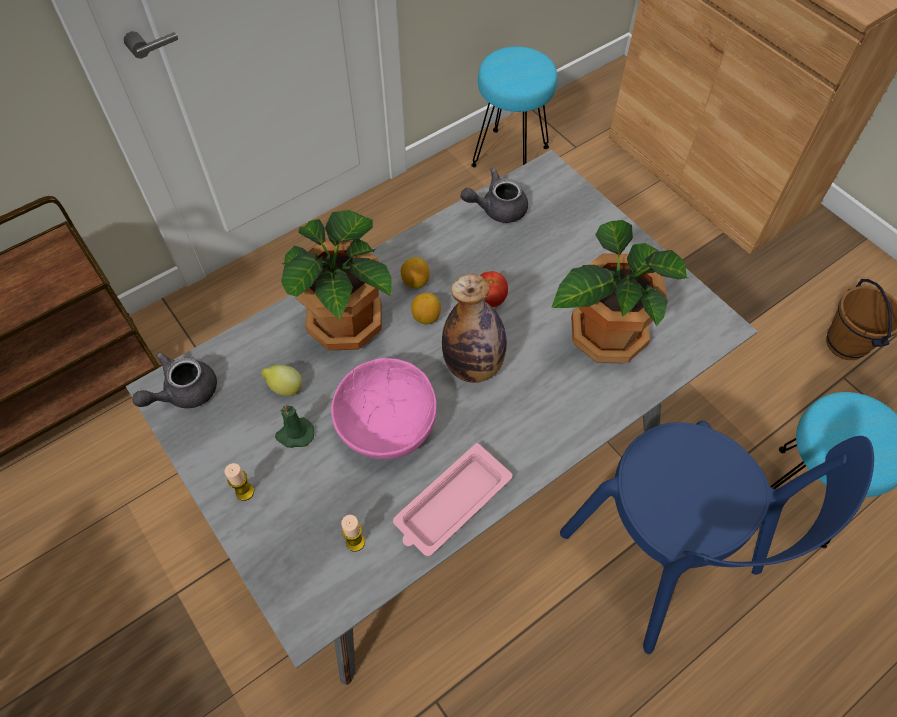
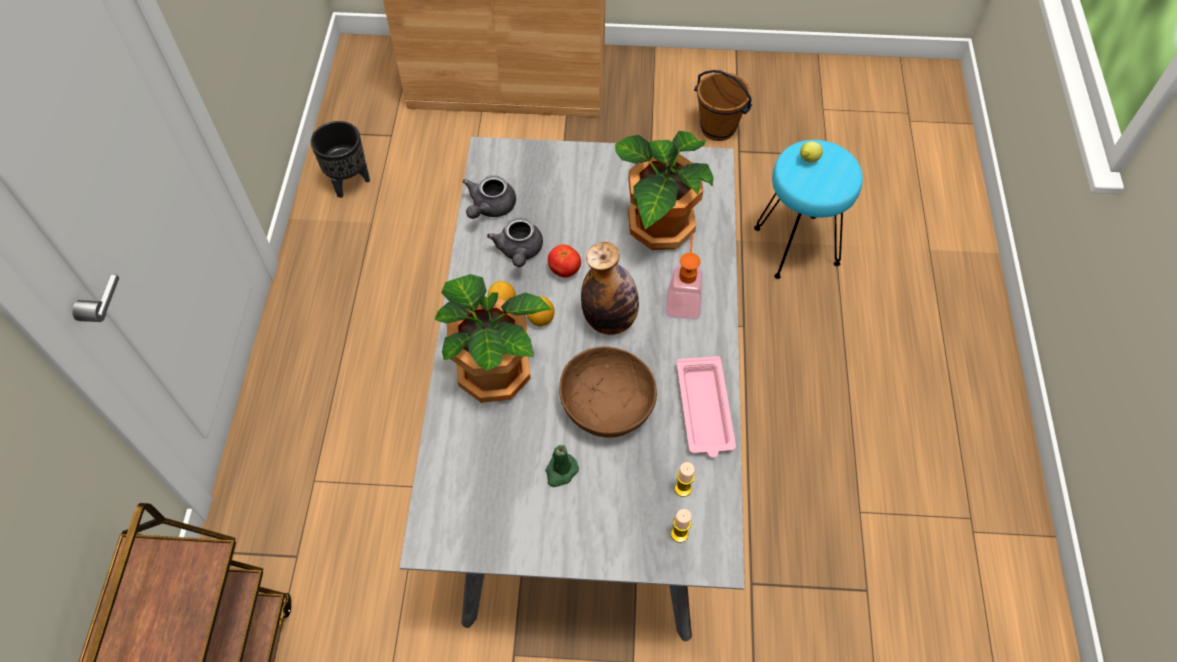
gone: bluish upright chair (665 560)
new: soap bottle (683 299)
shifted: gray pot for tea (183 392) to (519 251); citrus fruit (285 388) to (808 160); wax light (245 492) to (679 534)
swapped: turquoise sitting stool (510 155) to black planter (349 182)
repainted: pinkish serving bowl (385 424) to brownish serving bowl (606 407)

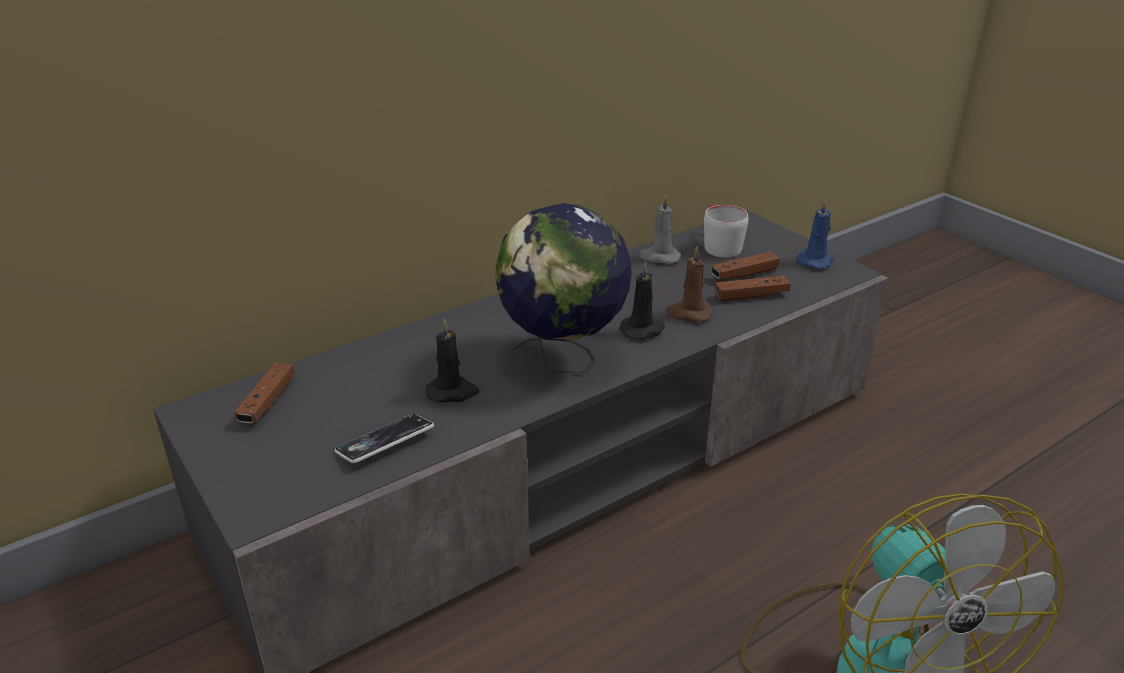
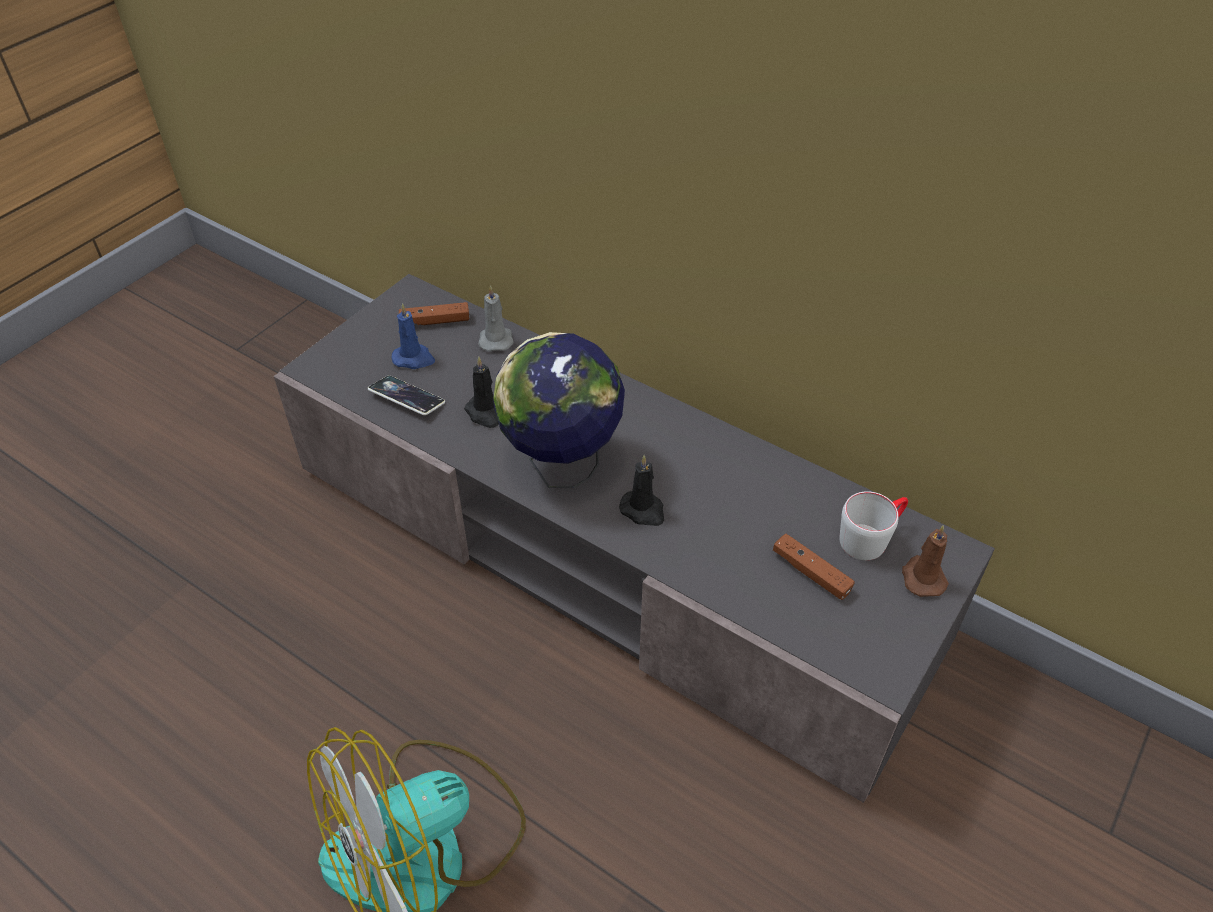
gone: brownish game controller (751 296)
shifted: gray wax light (659 257) to (496 339); bluish wax light (815 261) to (414 359); brownish wax light (688 313) to (922 577)

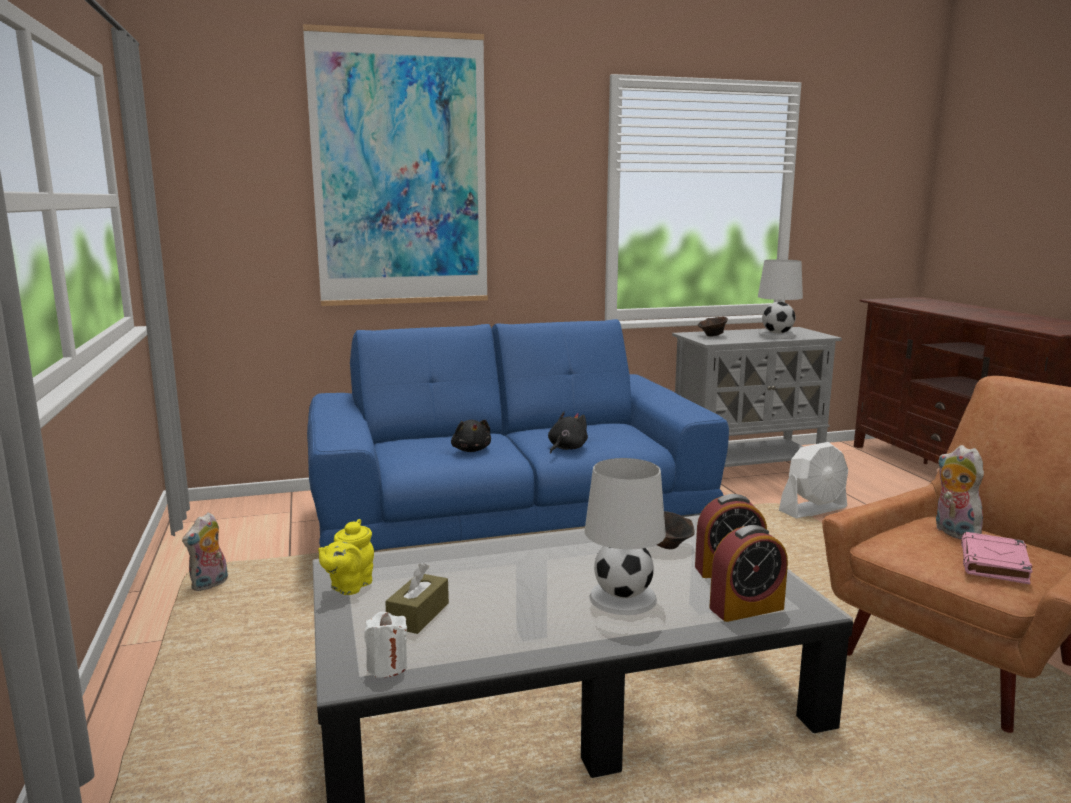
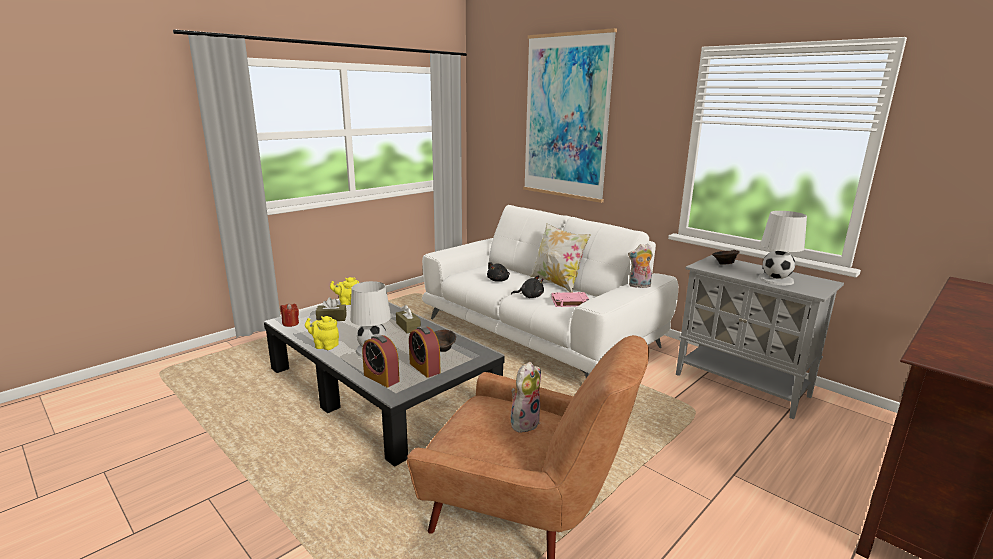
gone: white cooling fan (813 509)
new: cushion (557 283); brownish tissue box (408 327); yellow pot for tea (324 346)
shifted: plush toy (210 585) to (639 286); pinkish bound book (994 564) to (569 302)
repainted: bluish settee (509 520) to white settee (540 333); white wax light (387 666) to reddish wax light (290 323)

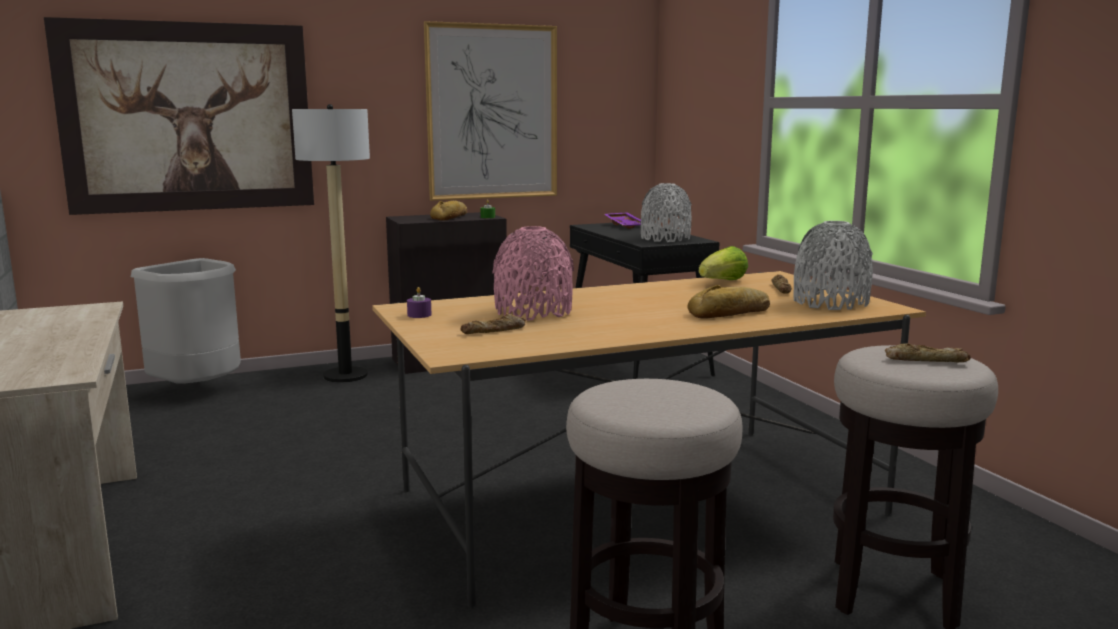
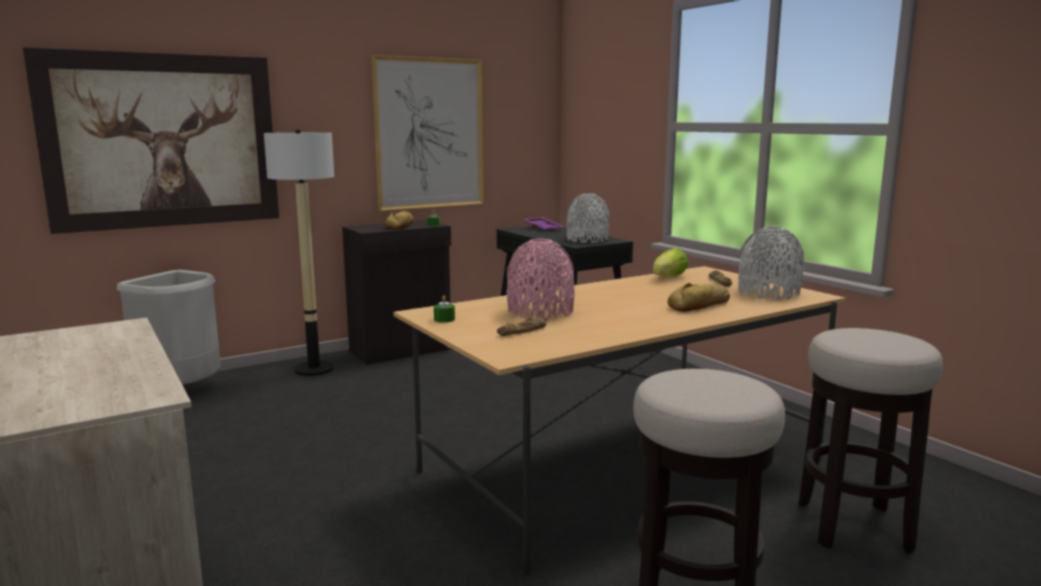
gone: baked bread (926 360)
repainted: purplish wax light (419 315) to green-coloured wax light (444 319)

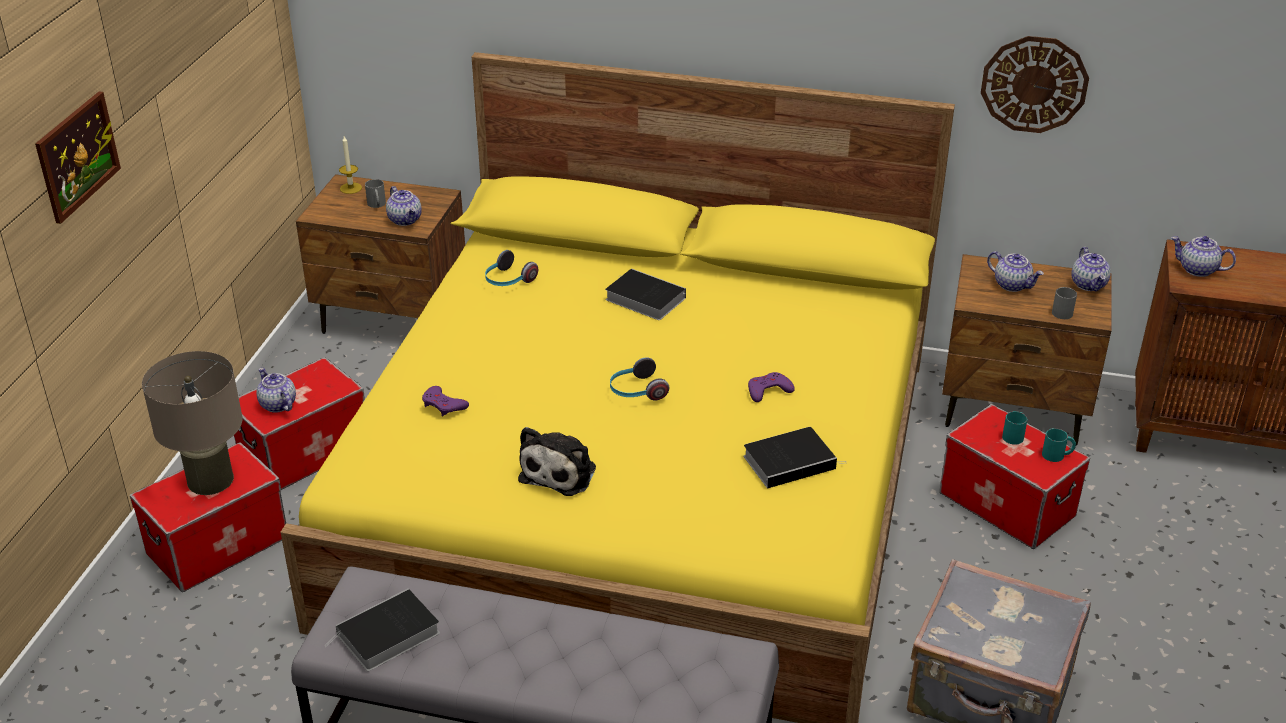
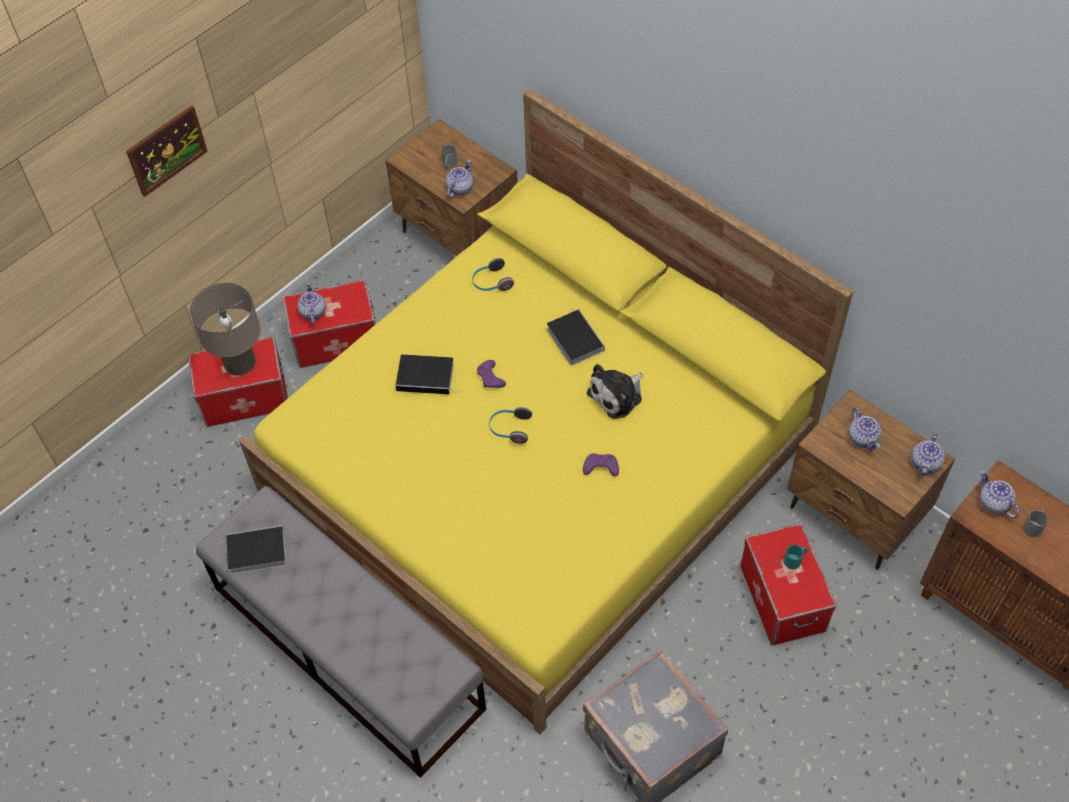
gone: hanging clock (1034 84); wax light (351 188); turquoise tea mug (1057 455)
shifted: gray tea mug (1061 310) to (1034 526); purplish game controller (443 405) to (490 377); plush toy (560 471) to (617 395); bound book (791 461) to (427 377)
rotated: pot for tea (405 220) = (459 188) 150 degrees counterclockwise

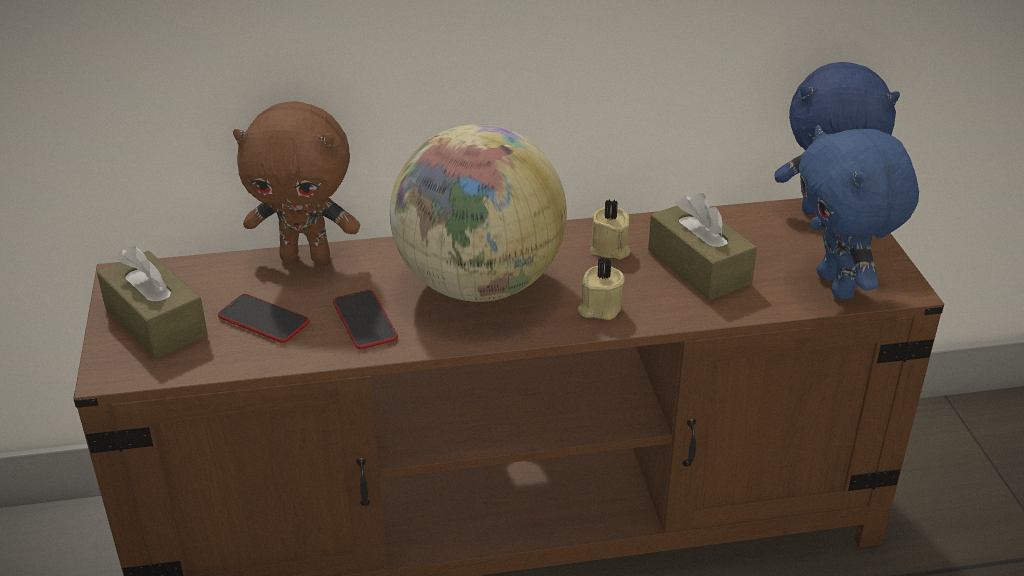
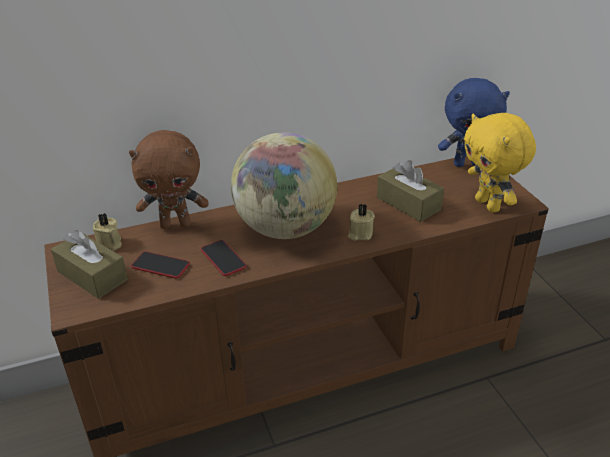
shifted: beige-coloured wax light (610 249) to (109 244)
repainted: bluish plush toy (838 286) to yellow plush toy (489 205)

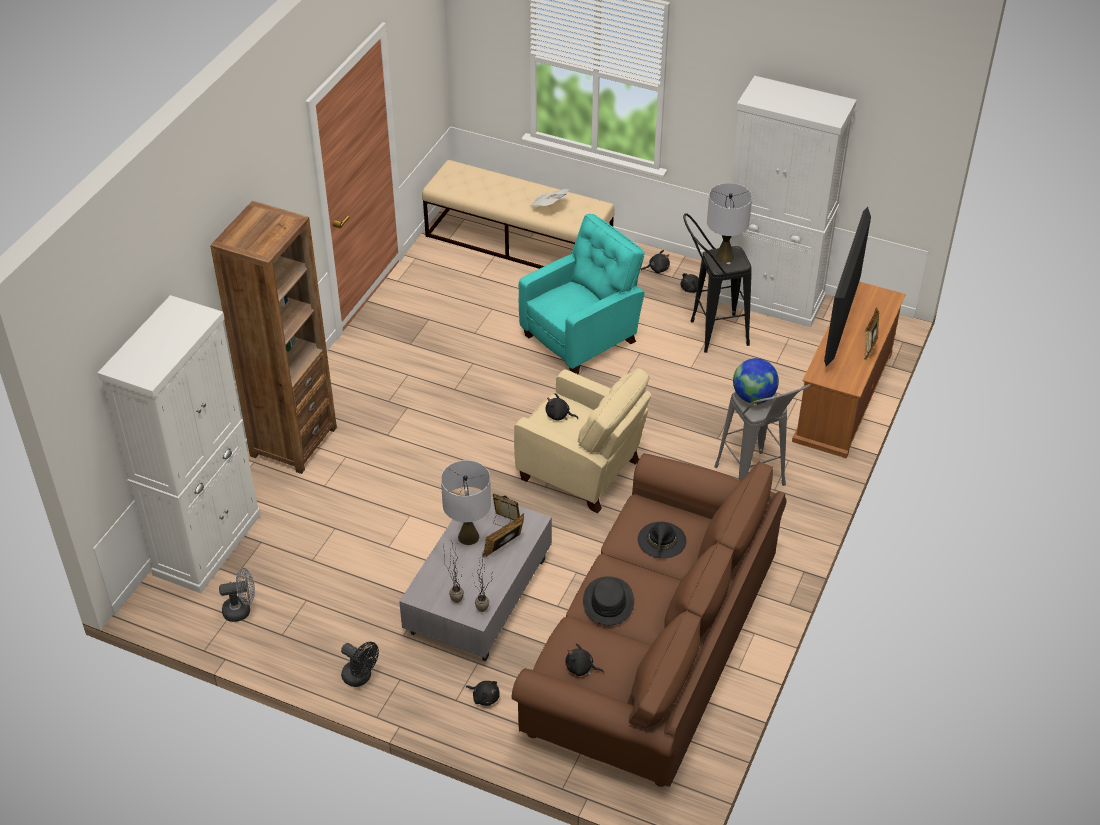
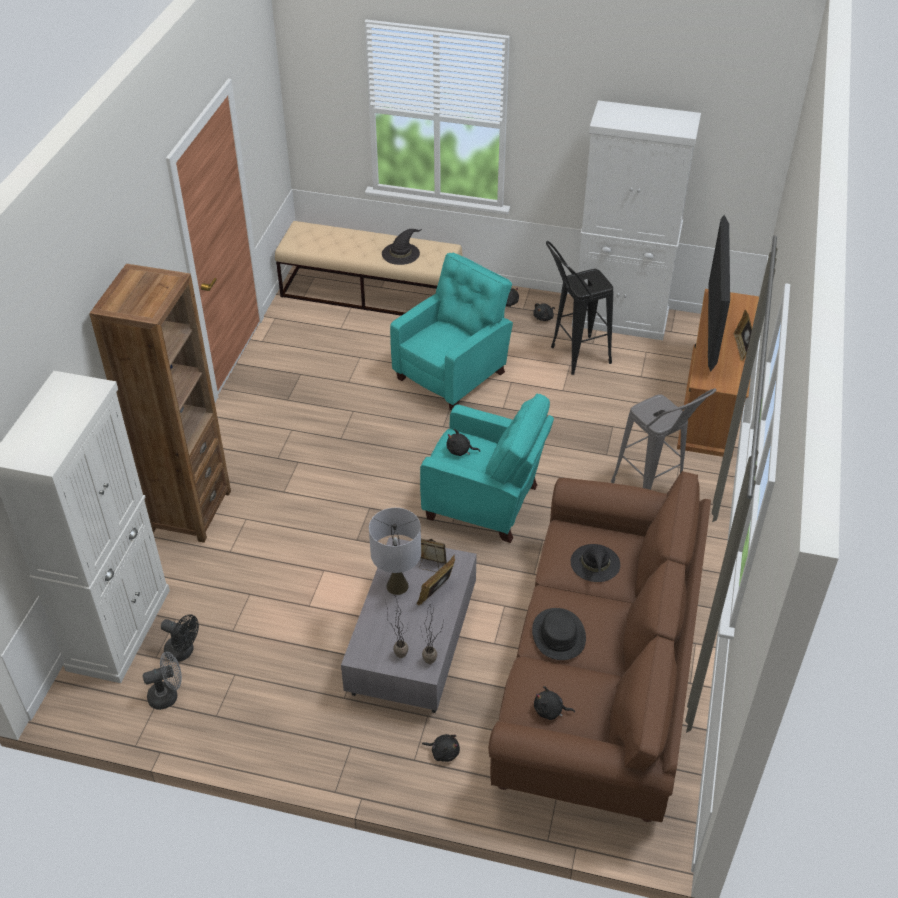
gone: gray lamp for a table (724 256); world globe (753 397)
shifted: black cooling fan (360 677) to (183 652)
swapped: printed paper (549 206) to black wearable hat (401 253)
repainted: beige-coloured lounge chair (582 471) to turquoise lounge chair (485 503)

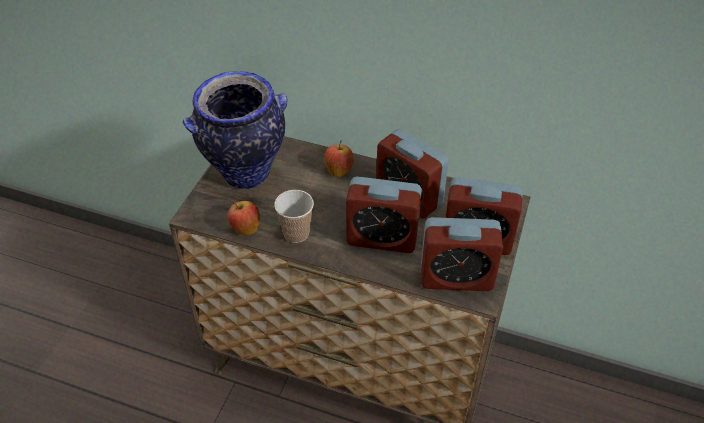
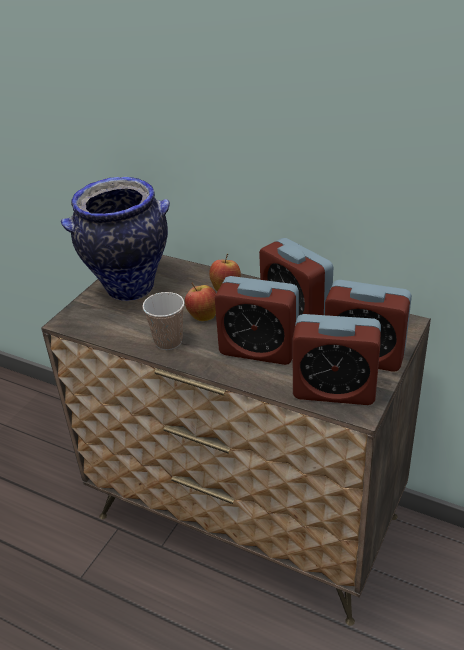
shifted: apple (245 228) to (202 316)

